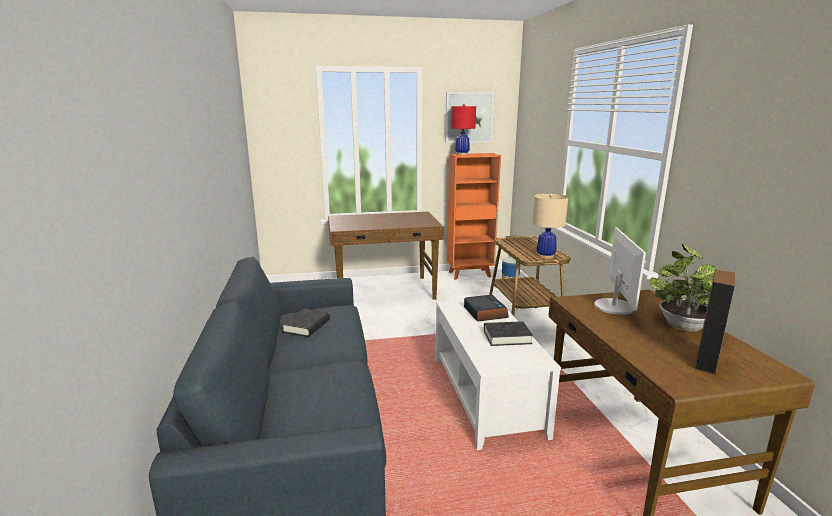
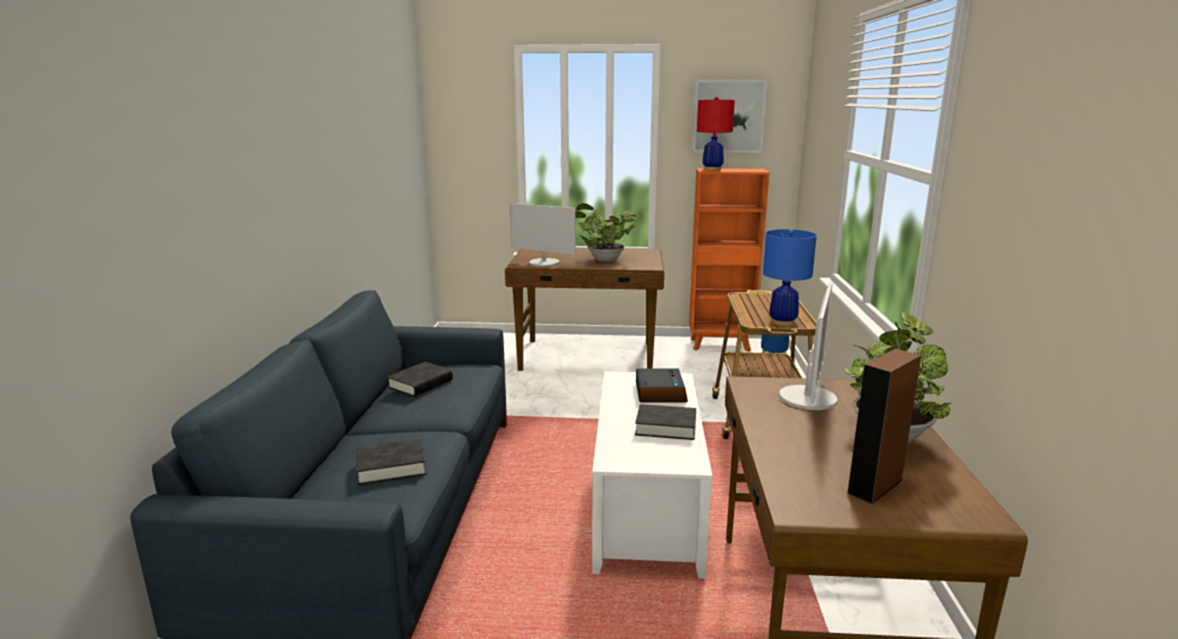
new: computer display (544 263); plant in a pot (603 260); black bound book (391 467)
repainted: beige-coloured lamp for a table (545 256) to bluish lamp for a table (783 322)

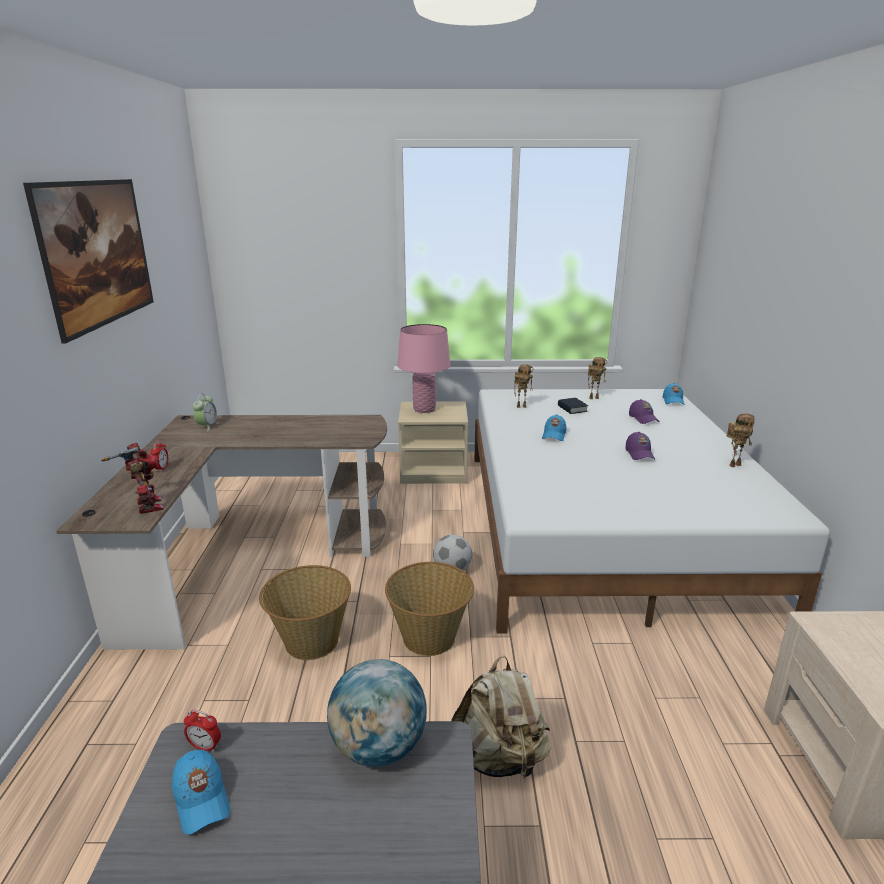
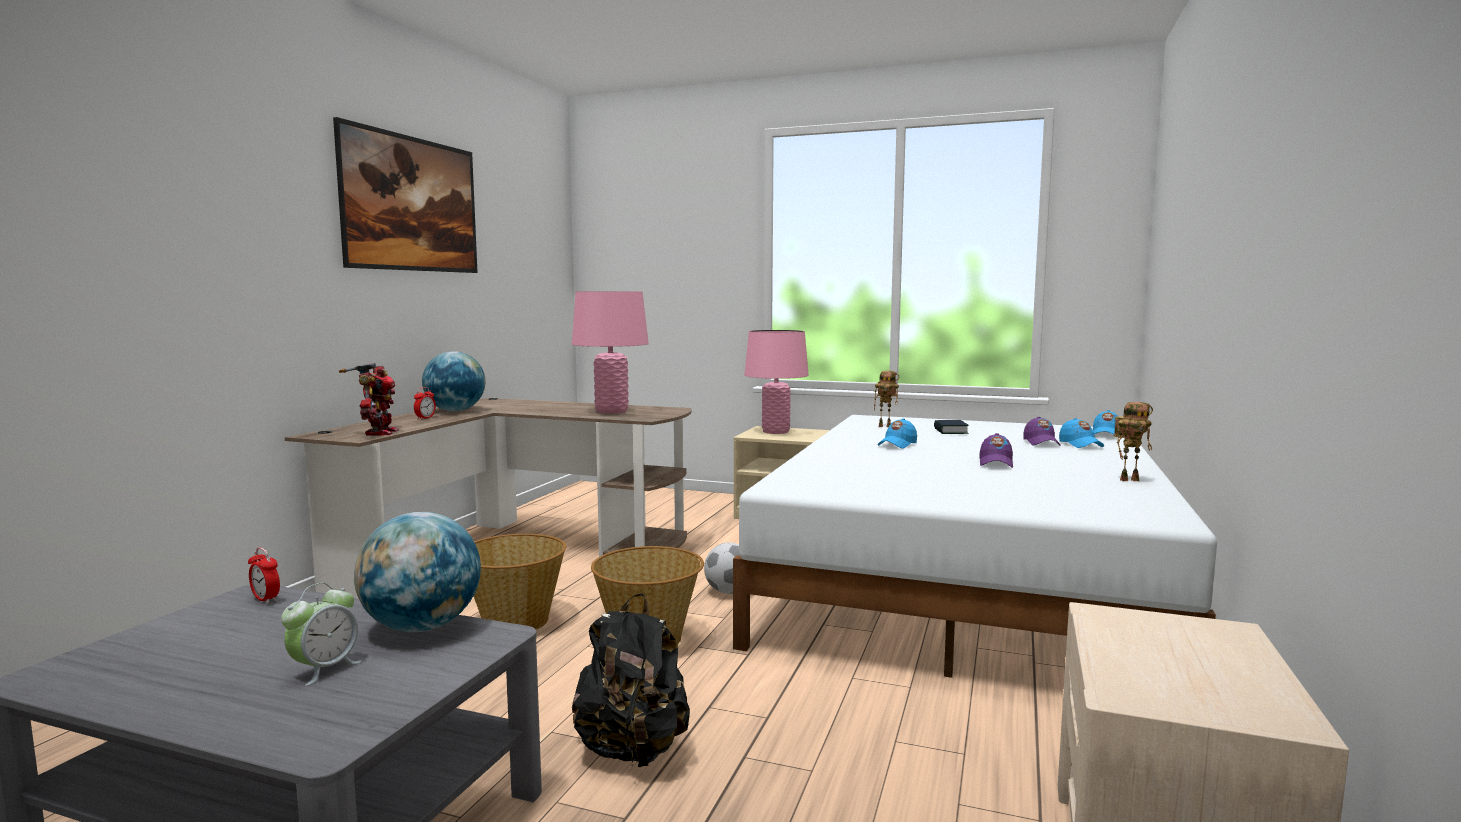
gone: toy robot (594 398)
new: pinkish lamp for a table (611 411); world globe (455 411)
shifted: alarm clock (207 426) to (324 669); bluish baseball cap (201 799) to (1080 445)
repainted: beige-coloured backpack (499 757) to black backpack (633 750)

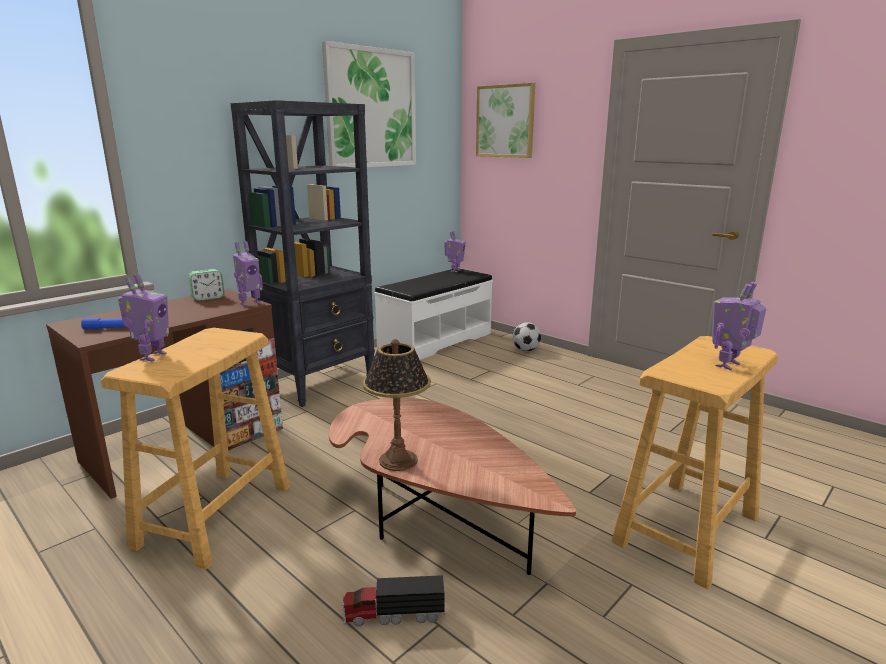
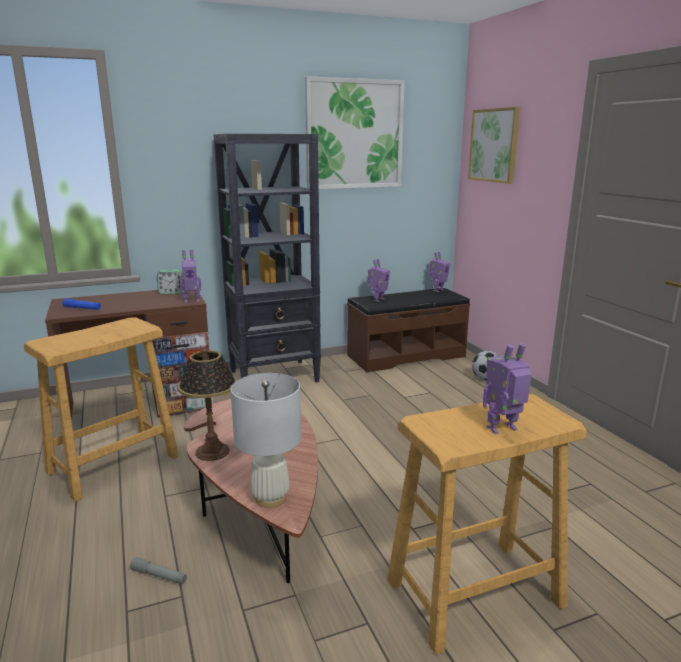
new: white lamp for a table (270 498)
shifted: toy robot (152 356) to (378 299)
swapped: toy truck (393 614) to gray hand torch (159 576)
repainted: white indoor bench (435 341) to brownish indoor bench (405 355)

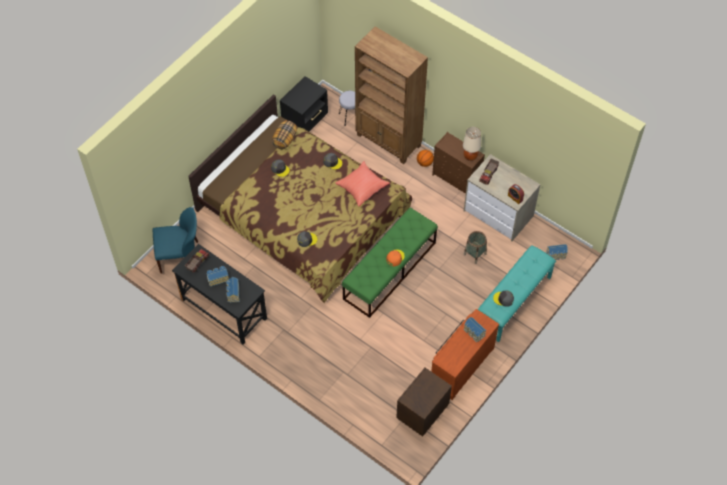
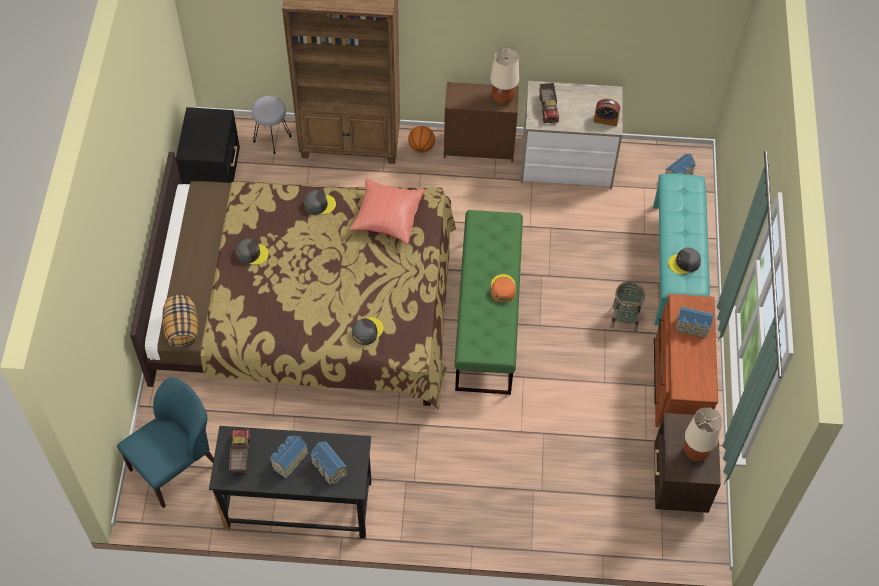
new: beige-coloured lamp for a table (695 452)
shifted: cushion (284 140) to (182 329); household basket (475 254) to (624 318)

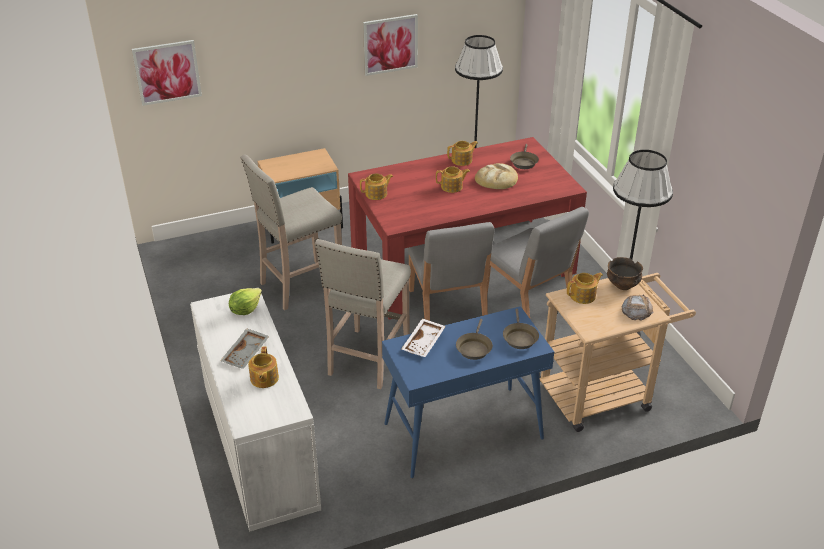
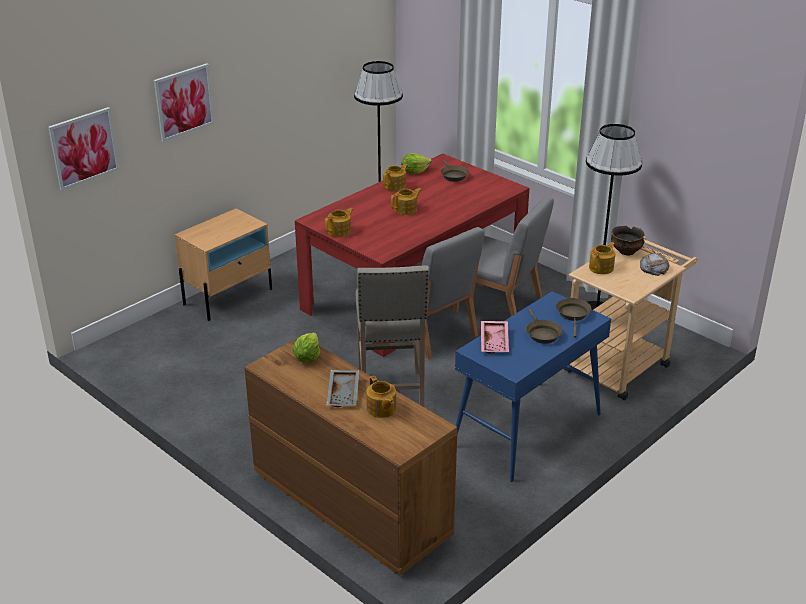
gone: beige-coloured sitting stool (299 285); baked bread (496 179)
new: lettuce (414 172)
shifted: wall picture (390 44) to (183 102)
repainted: white drawer chest (260 449) to brownish drawer chest (349 504); white serving tray (424 343) to pinkish serving tray (495 342)
rotated: brownish pan (519 337) = (573 315) 150 degrees counterclockwise

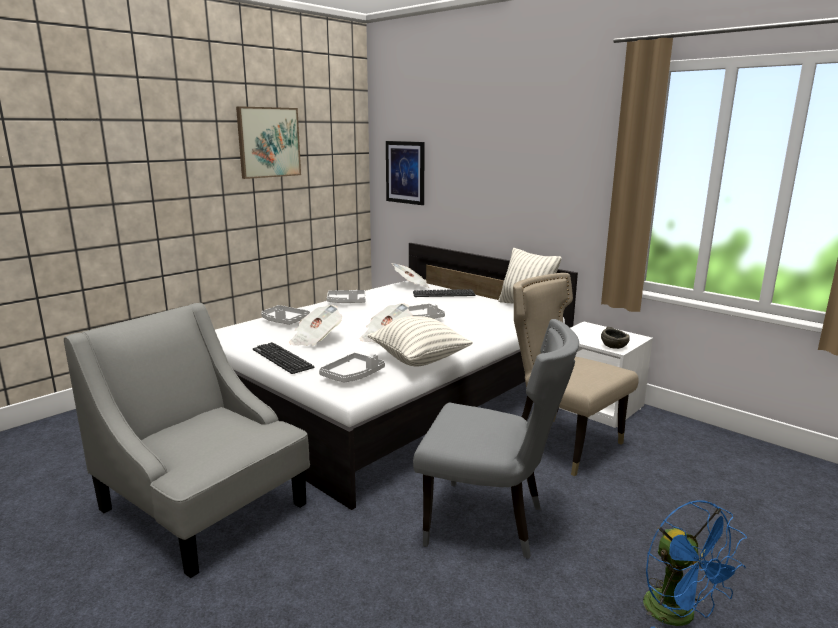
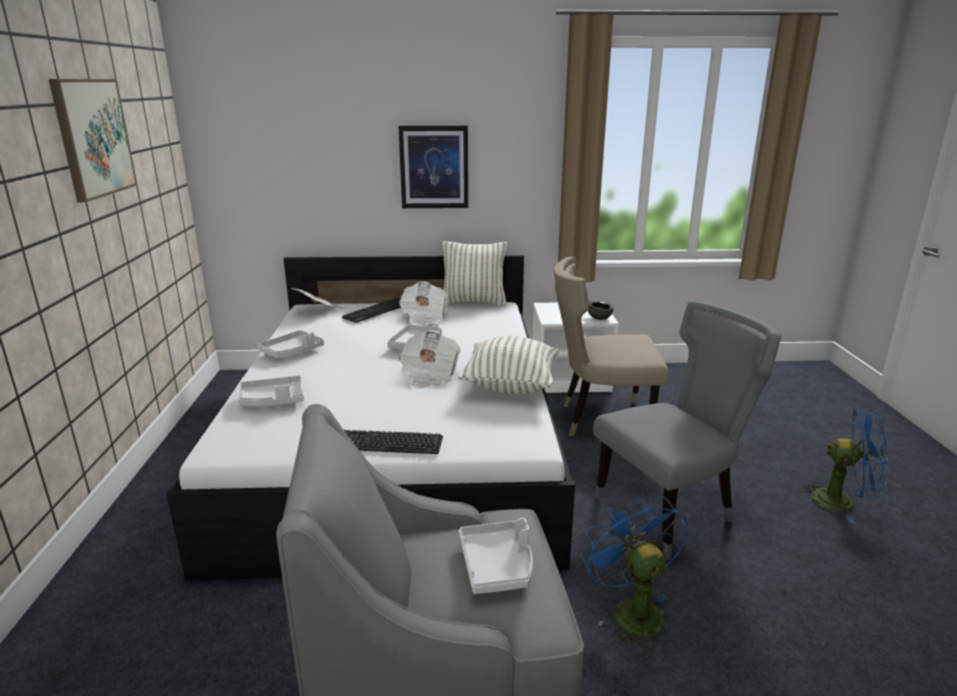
new: bluish cooling fan (630 610)
shifted: wall picture (405 172) to (434 167); printed paper (315 339) to (423 317); gray serving tray (353 375) to (497 565)

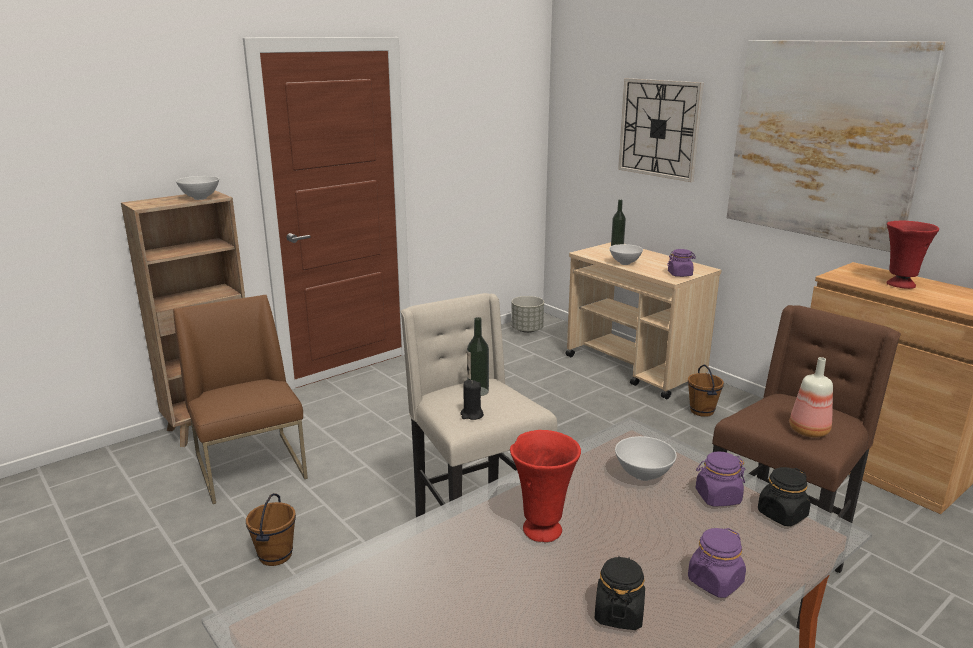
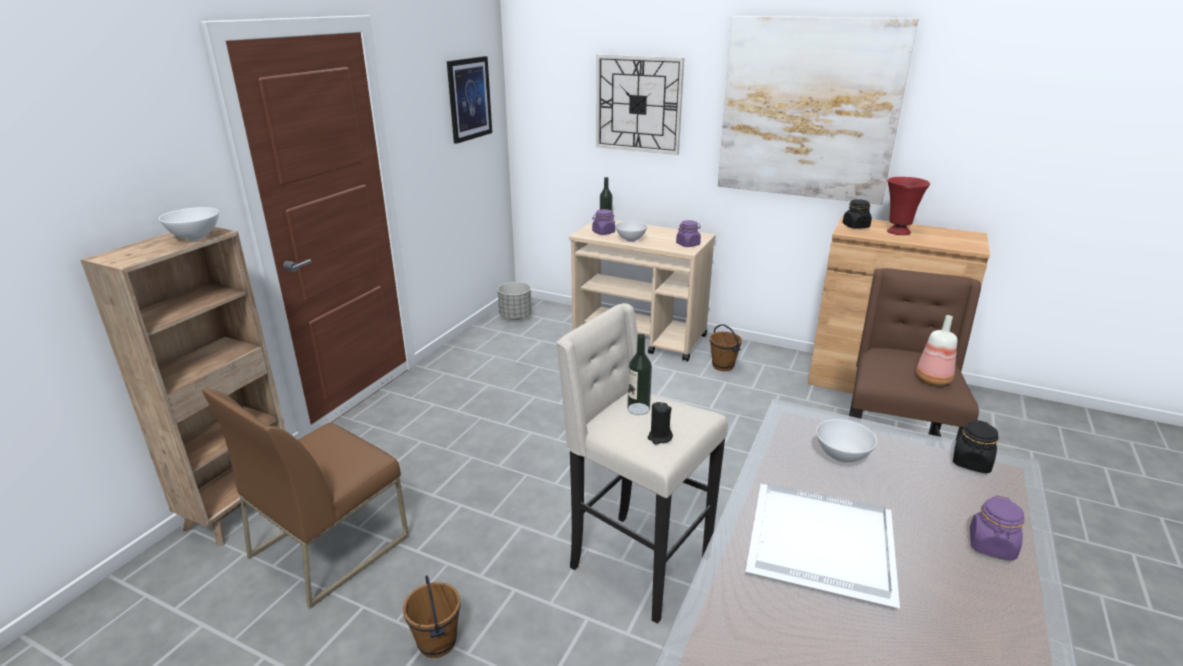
new: wall picture (469 99)
shifted: purplish preserve jar (717 497) to (603 232); black preserve jar (618 613) to (855 226)
swapped: reddish vase (542 529) to white serving tray (818 541)
rotated: brownish upright chair (251 467) = (330 545) 90 degrees counterclockwise

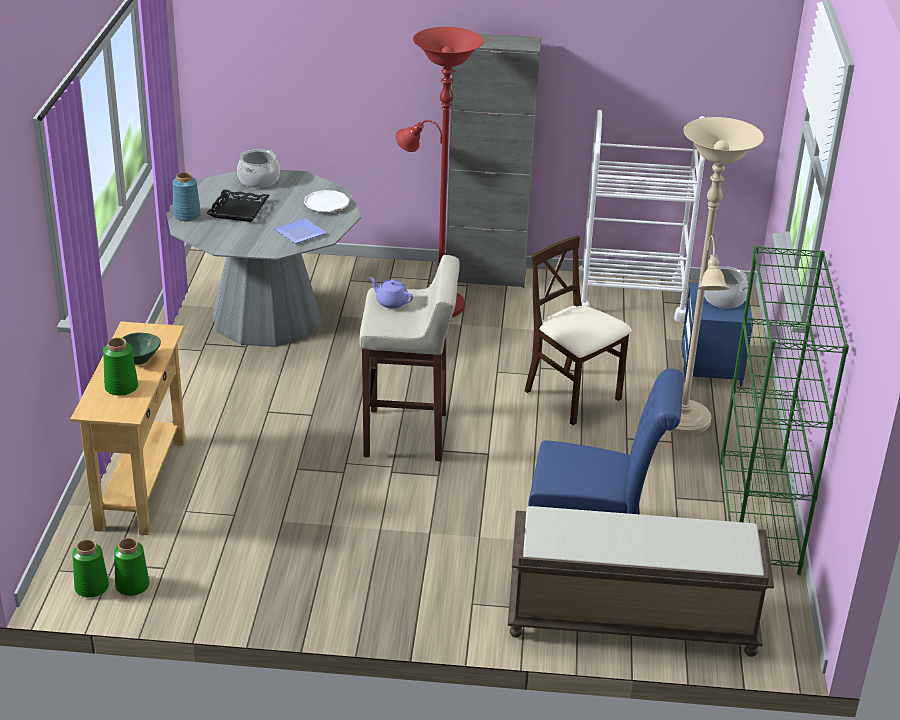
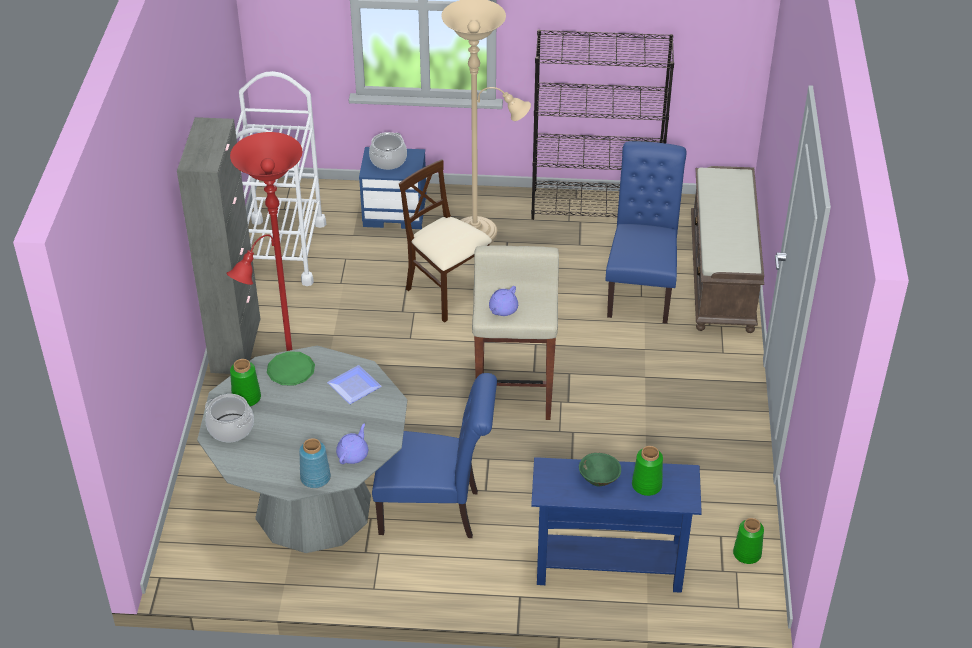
gone: black serving tray (238 210)
new: bluish upright chair (436 512); purplish pot for tea (353 454)
shifted: green-coloured vase (92 587) to (246 397)
repainted: white dinner plate (326 204) to green-coloured dinner plate (291 371); green-coloured bookcase (759 516) to black bookcase (596 206); beige-coloured narrow table (141 484) to bluish narrow table (609 569)
rotated: beige-coloured upright chair (572 396) = (447 293) 90 degrees clockwise

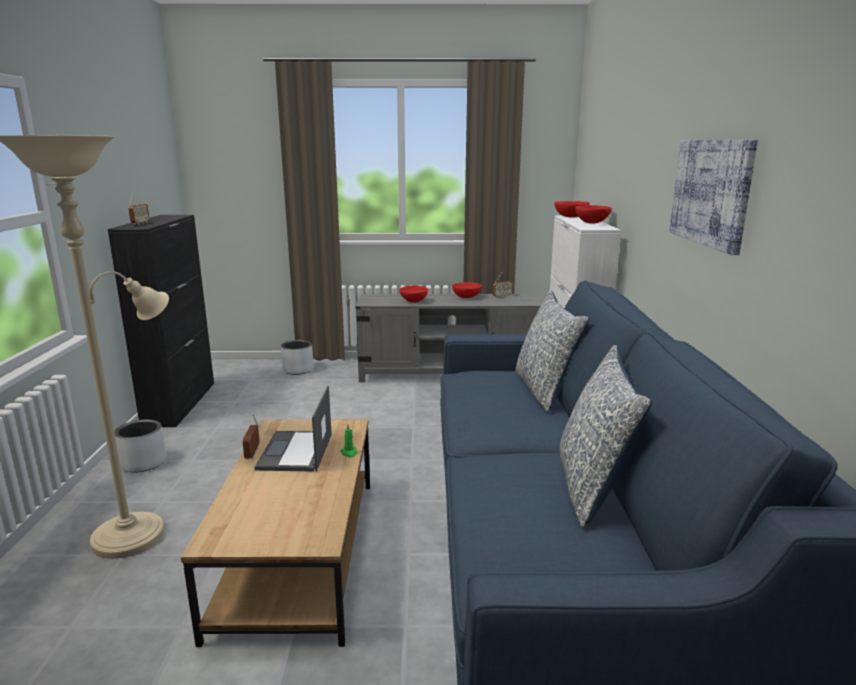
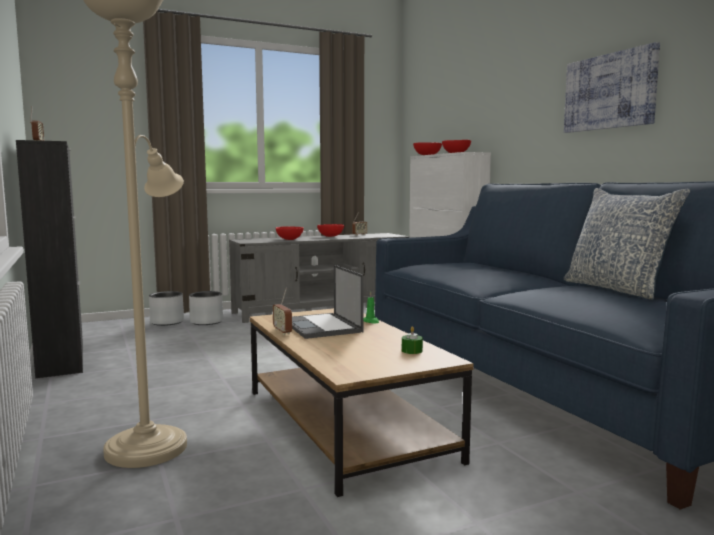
gone: cushion (545 391)
new: green-coloured wax light (412 351)
shifted: gray planter (143 462) to (206 322)

